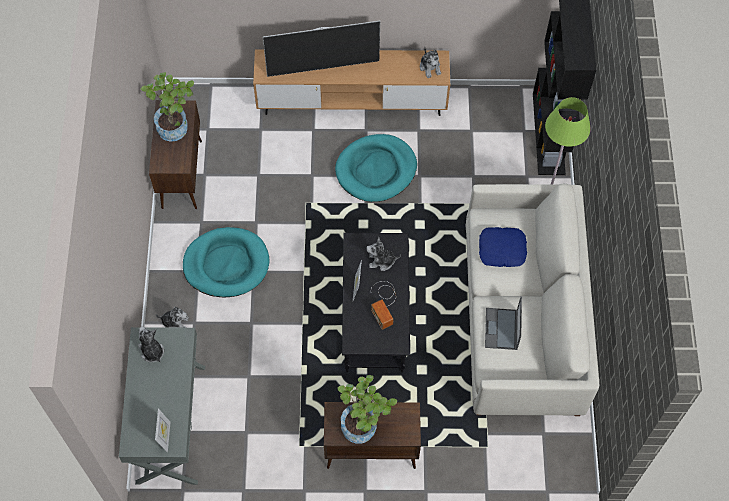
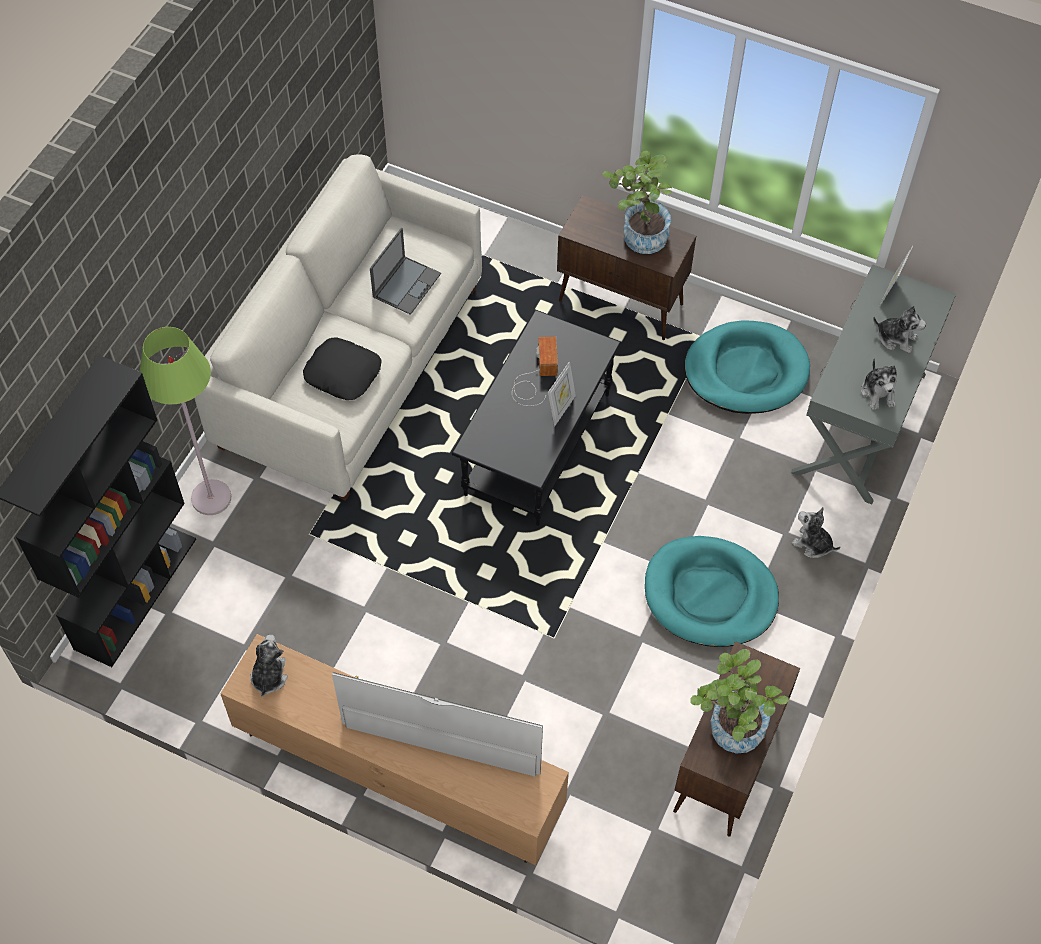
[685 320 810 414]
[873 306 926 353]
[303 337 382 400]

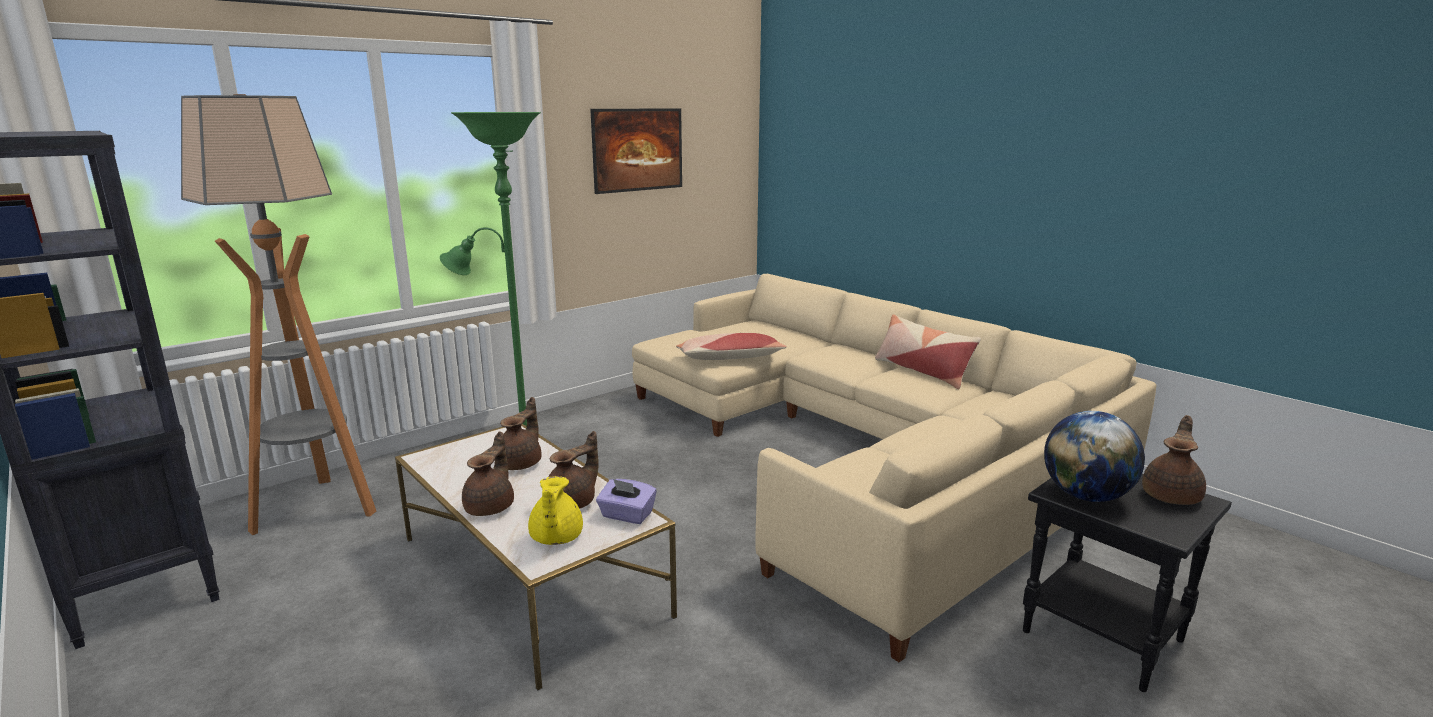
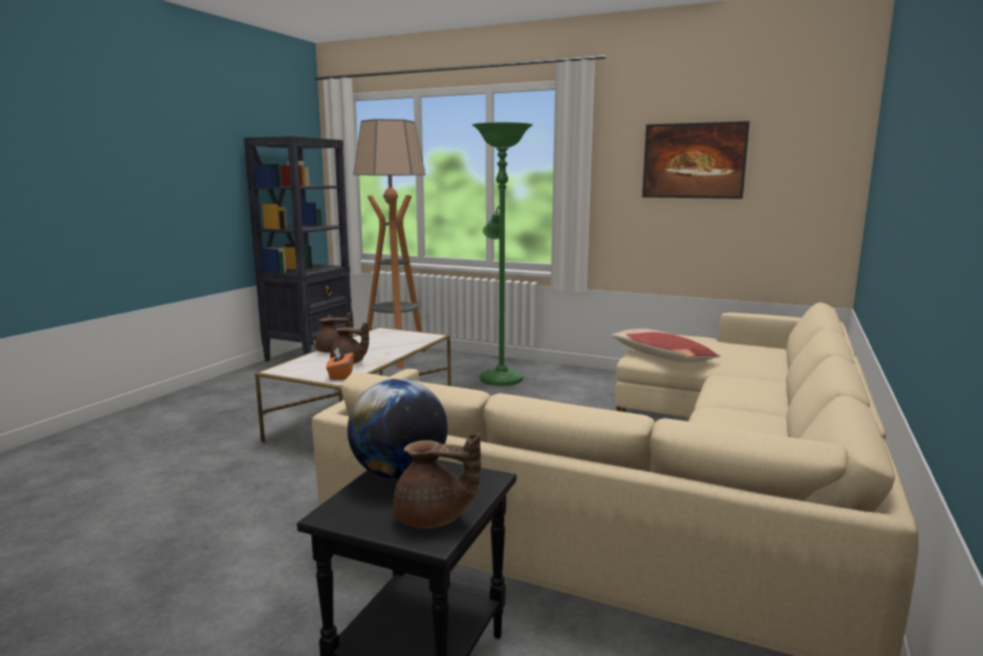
[500 397 542 470] (first image)
[528 476 583 545] (first image)
[875 315 981 389] (first image)
[326 347 354 380]

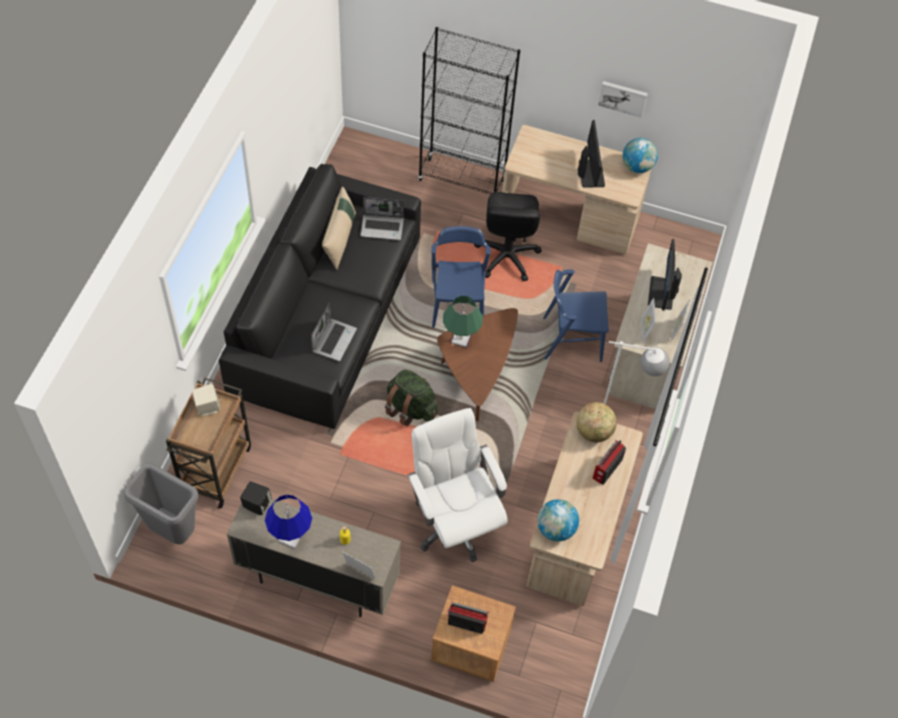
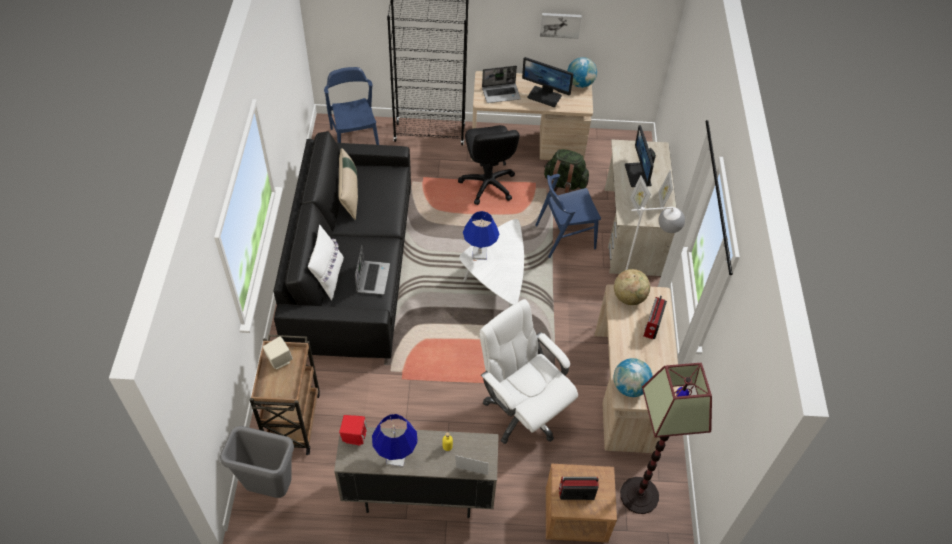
[308 224 344 301]
[620 363 712 514]
[482 66 521 103]
[544 149 589 193]
[324 67 379 145]
[339 415 368 446]
[459 219 524 307]
[463 211 499 260]
[522 57 574 107]

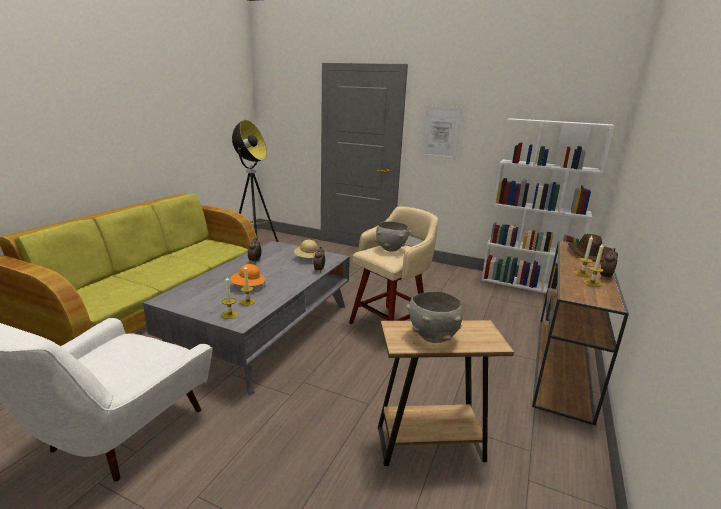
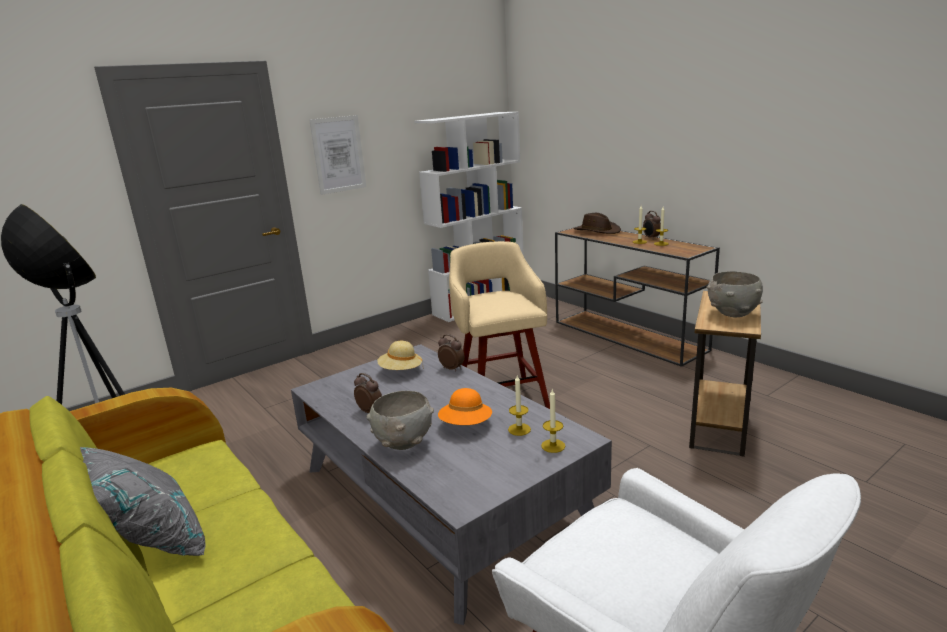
[80 447 206 556]
[366 391 434 450]

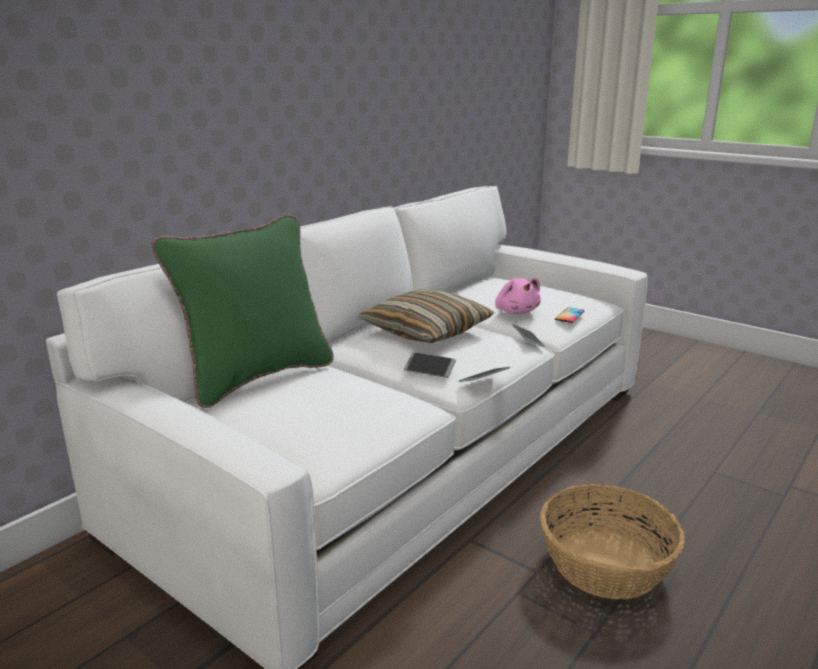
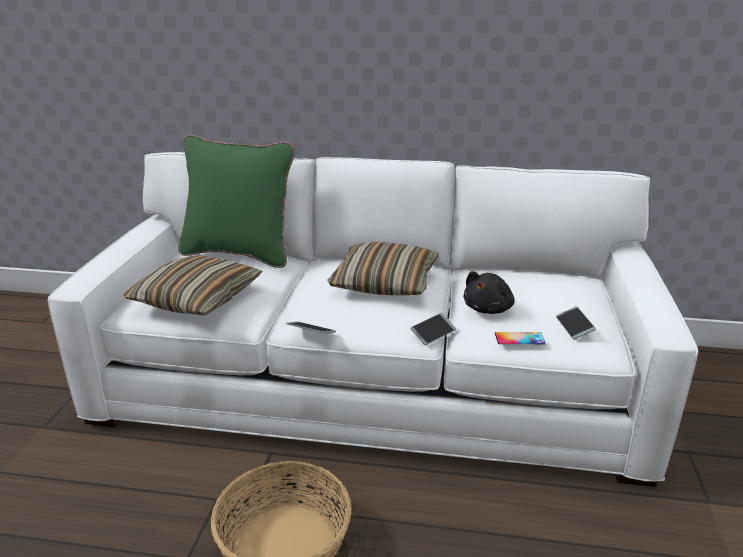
[123 255 263 315]
[556 306 596 339]
[463 271 515 314]

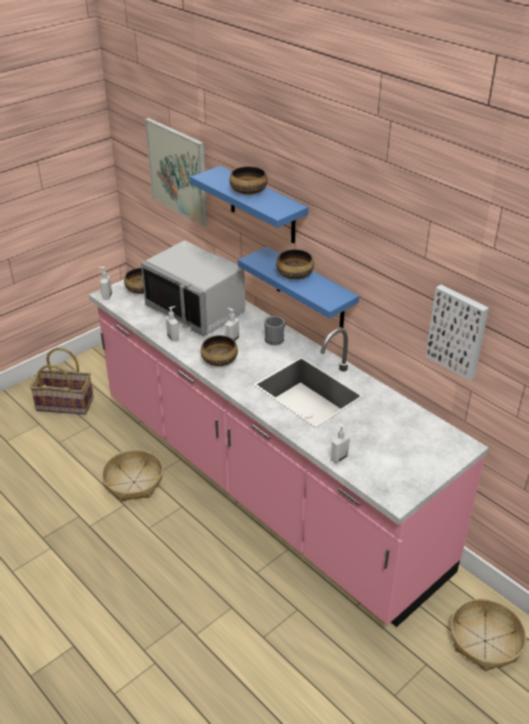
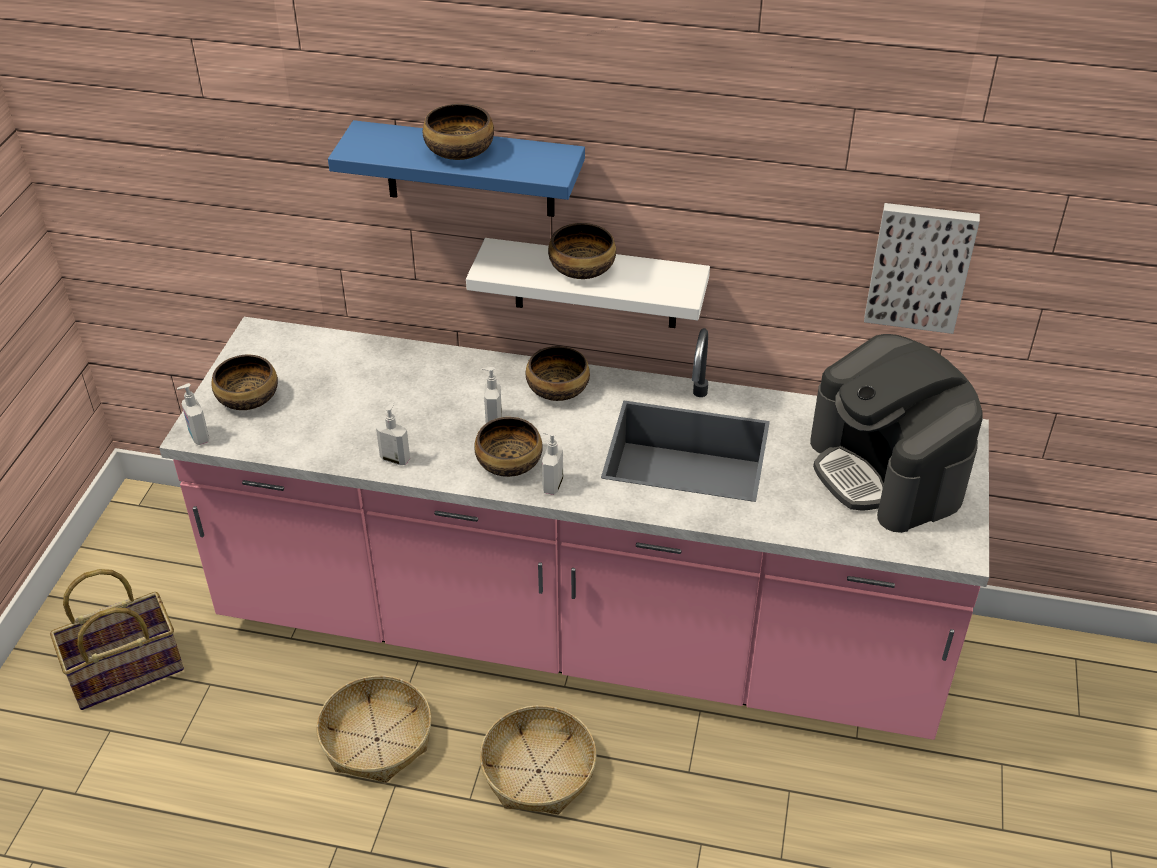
[141 240 245 336] (first image)
[145 118 208 227] (first image)
[810 334 983 533]
[542 431 563 495]
[480 705 597 814]
[526 346 590 401]
[466 238 710 328]

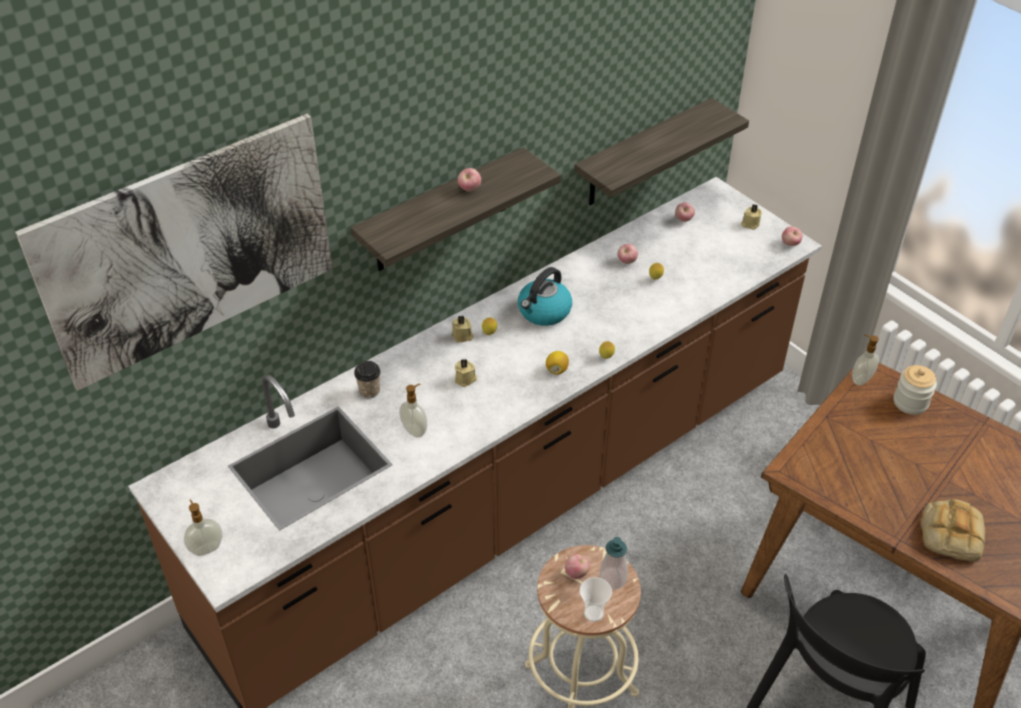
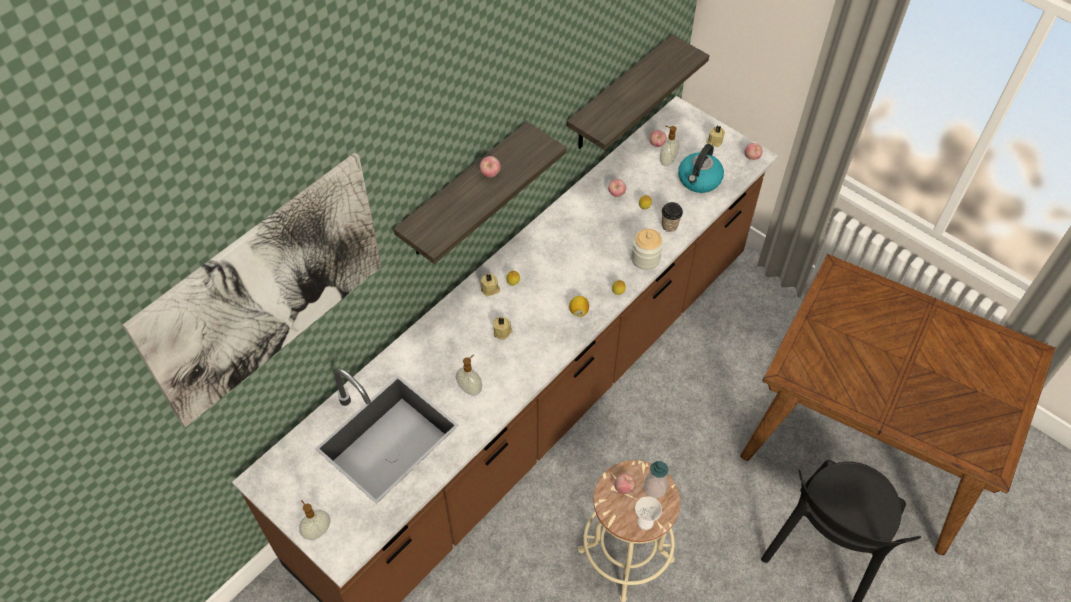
[922 499 985 562] (first image)
[662 202 683 232]
[678 144 724 193]
[660 126 680 166]
[631 229 663 270]

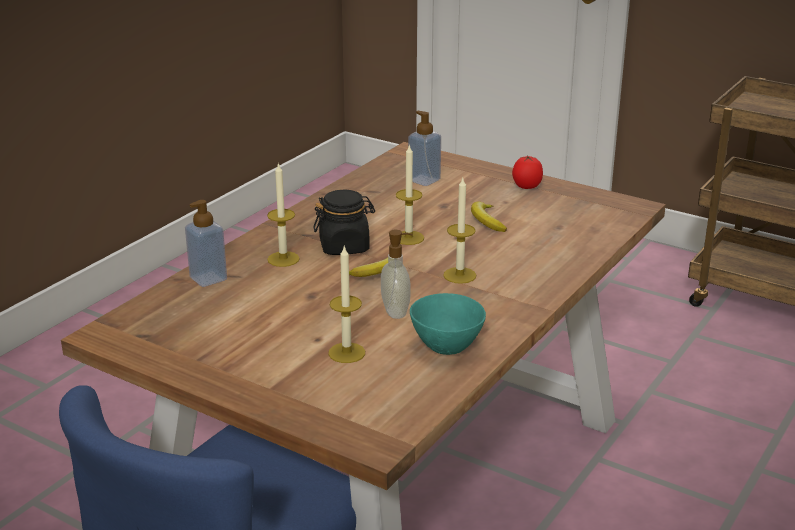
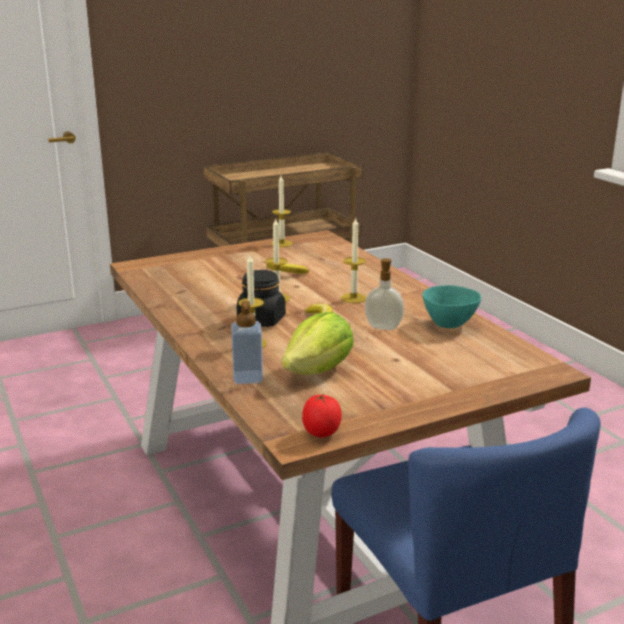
[408 111 441 186] (first image)
[282 312 354 375]
[271 176 293 247]
[302 394 342 437]

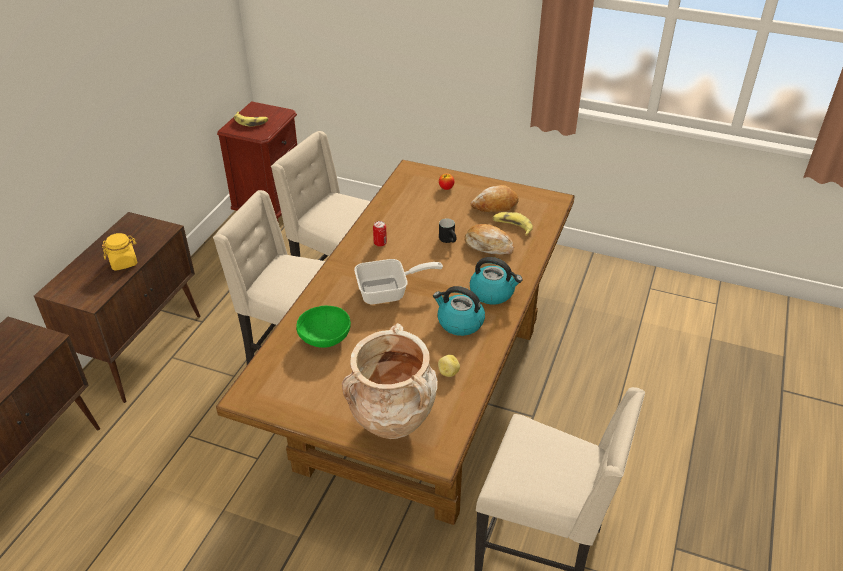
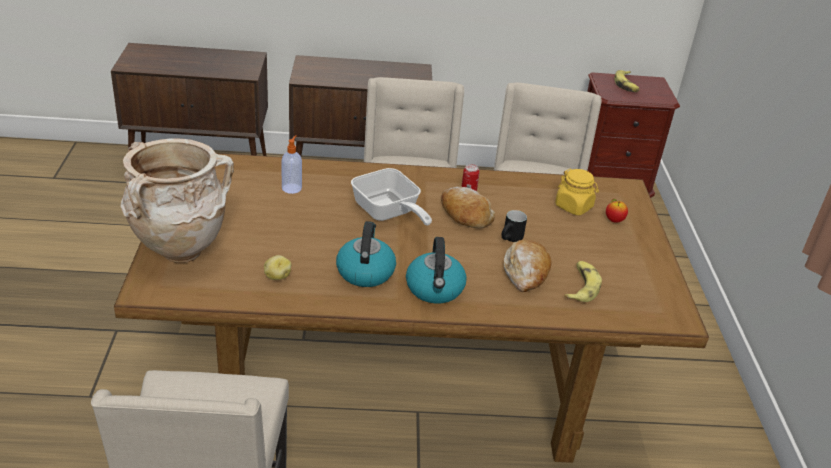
[555 169 599 215]
[441 187 495 228]
[281 135 302 194]

